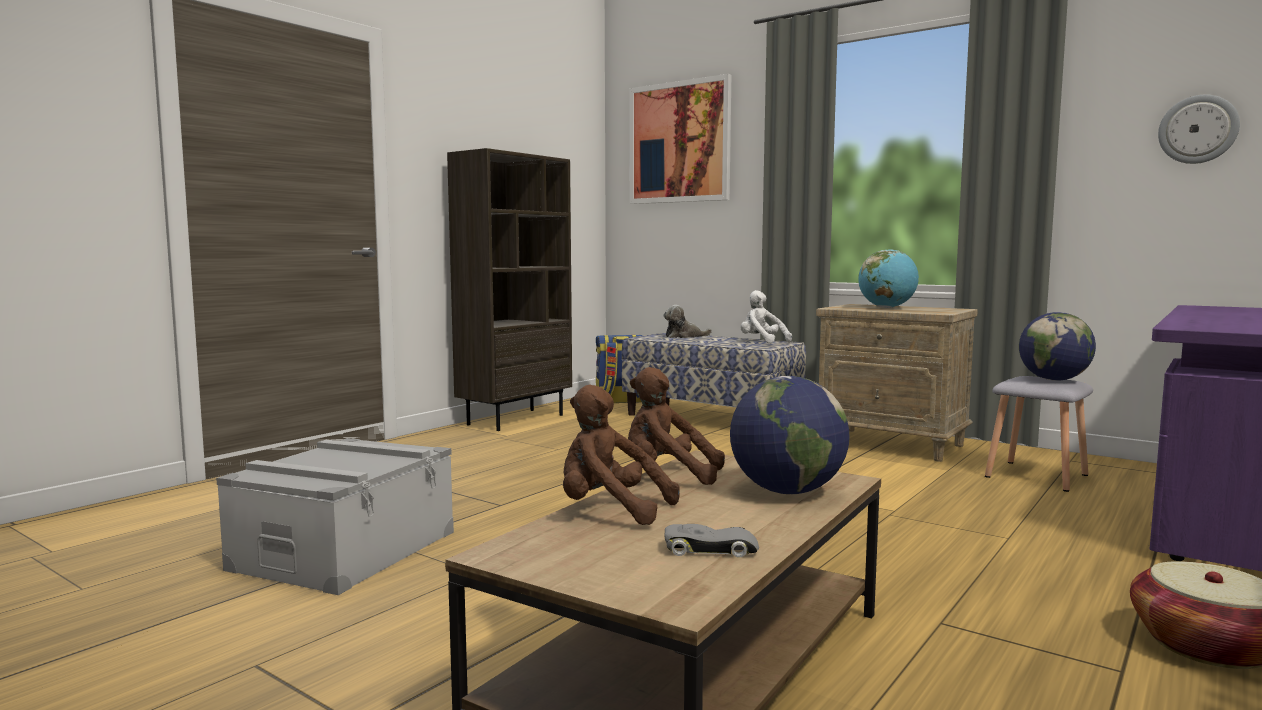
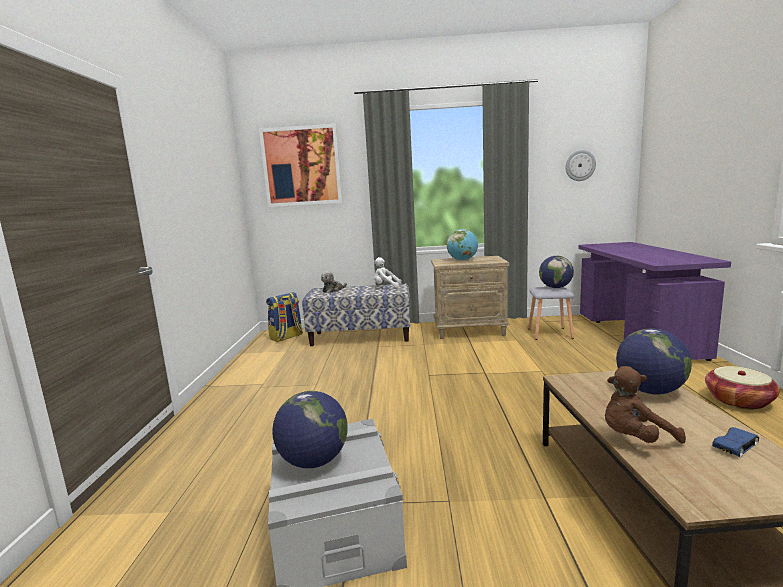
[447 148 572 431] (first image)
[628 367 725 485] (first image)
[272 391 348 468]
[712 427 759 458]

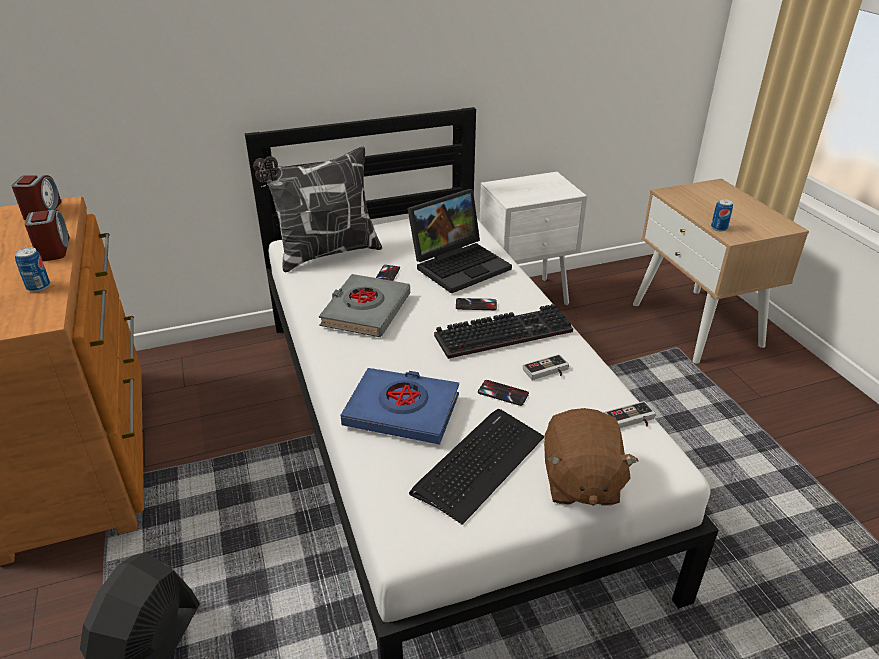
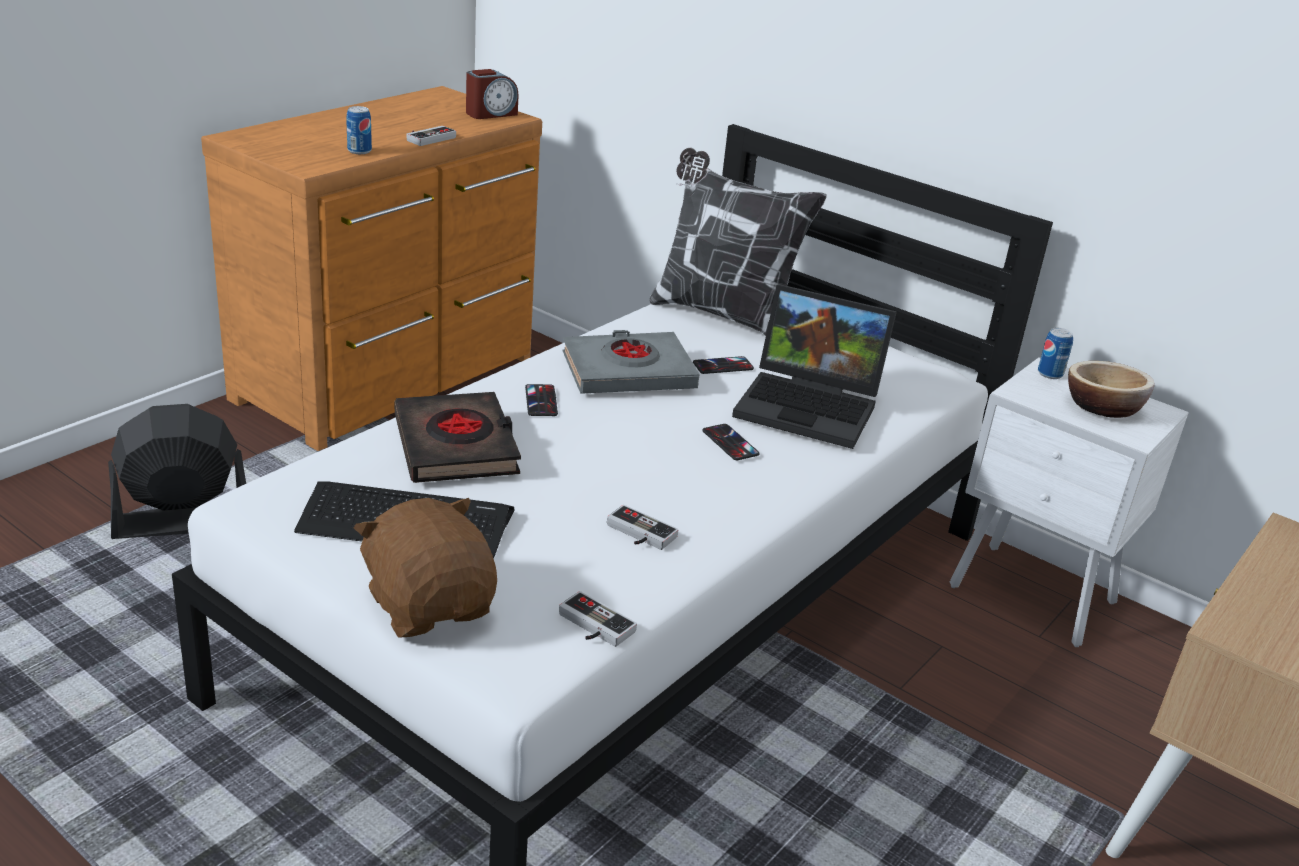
[434 304 573 359] (first image)
[1068 361 1155 418]
[525 384 558 416]
[1038 328 1073 379]
[406 126 456 146]
[395 392 521 483]
[354 498 497 638]

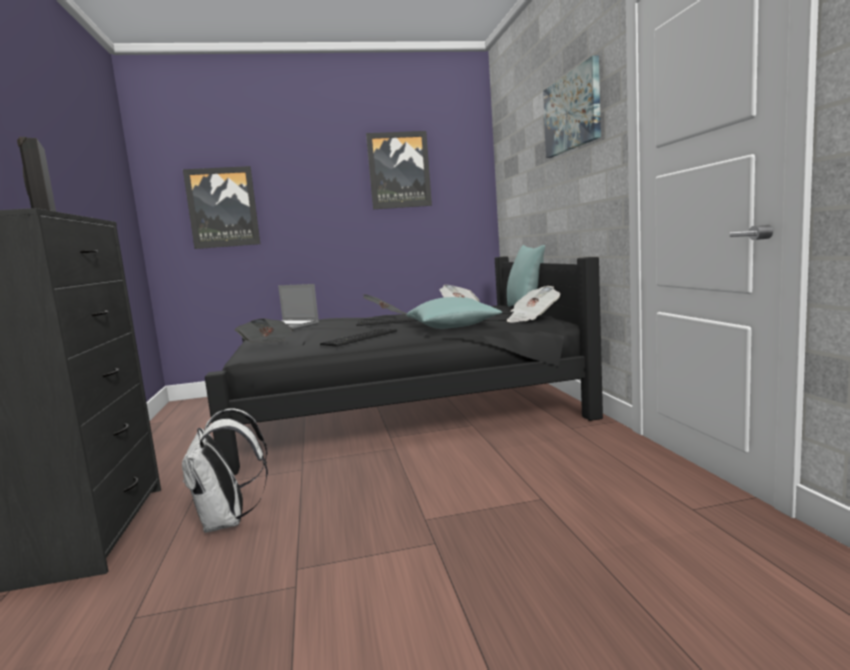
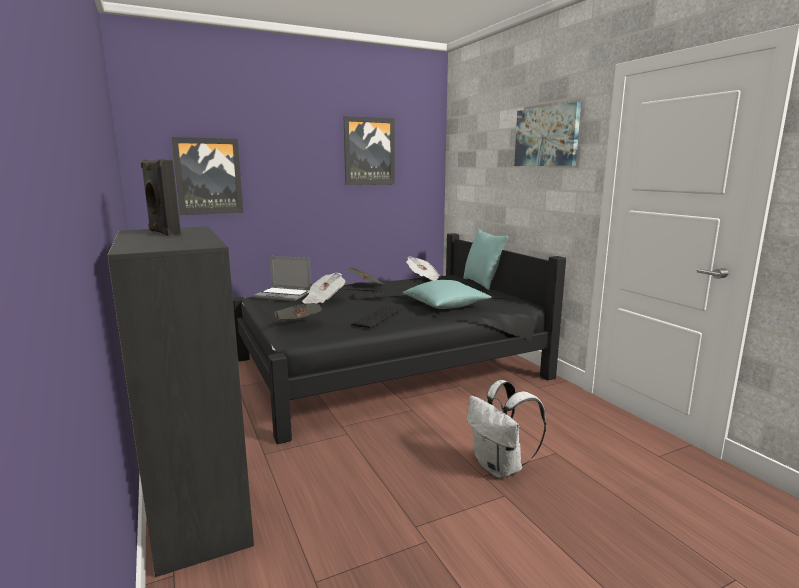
[467 380 546 478]
[302 273 345 304]

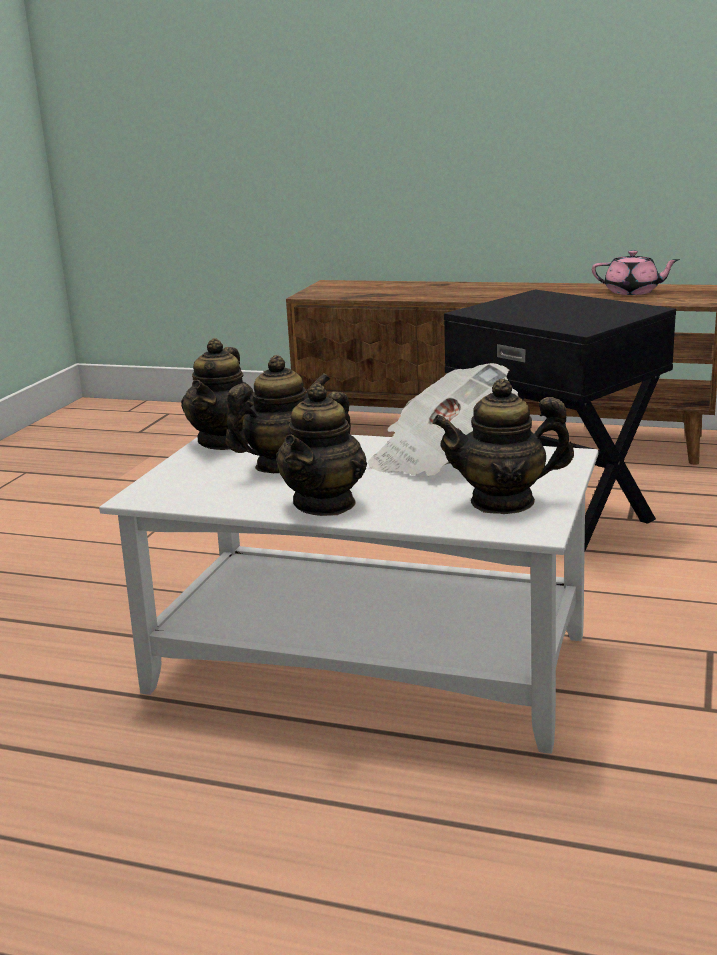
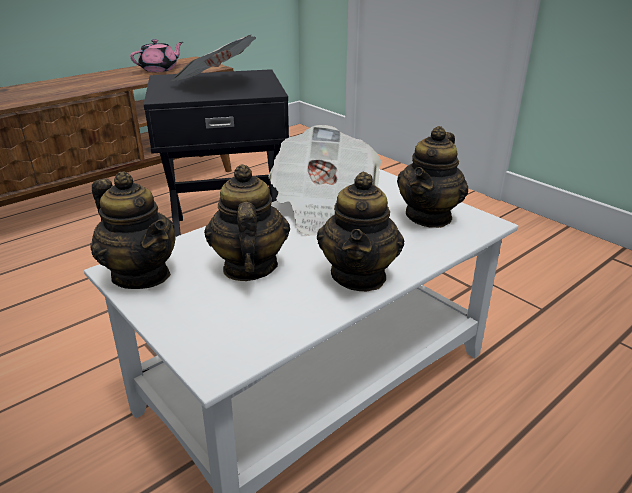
[171 35 256 81]
[317 172 405 291]

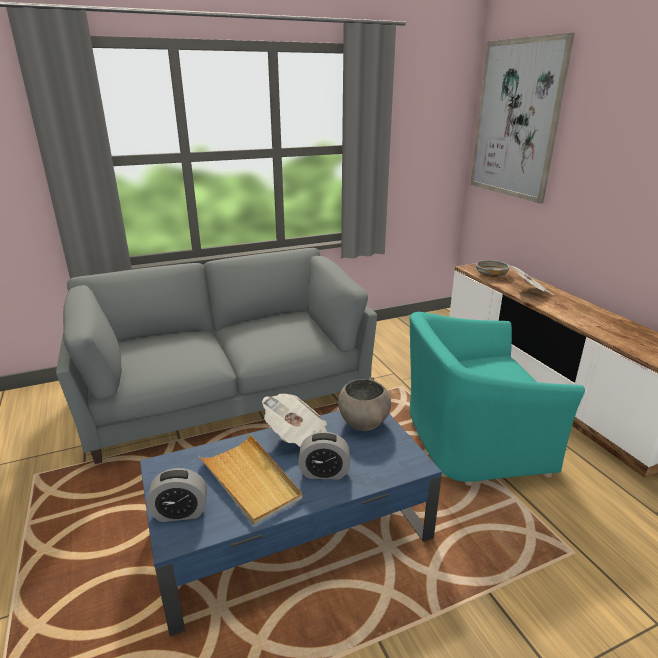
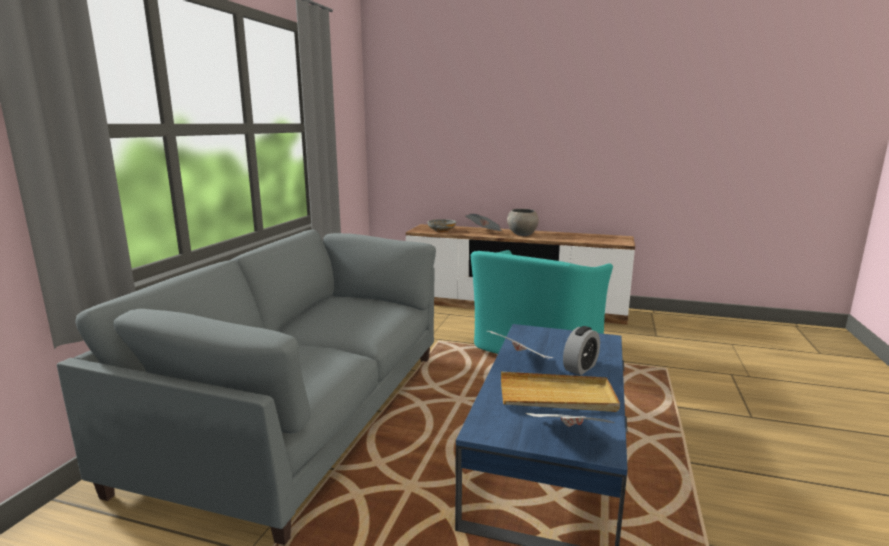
[470 32 575 204] (first image)
[507 209 539 236]
[526 413 614 427]

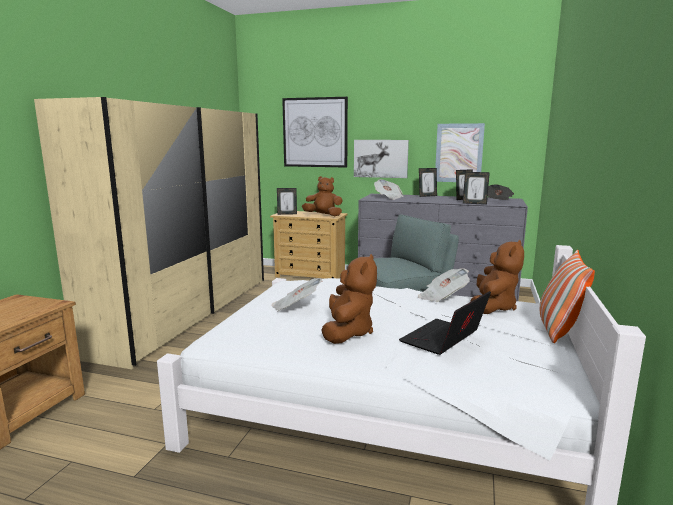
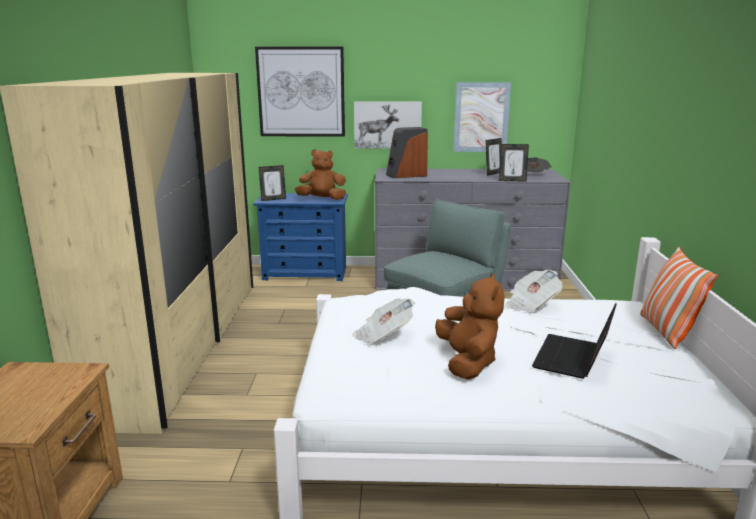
[419 168 437 197] (first image)
[470 240 524 314] (first image)
[386 127 428 178]
[253 193 348 281]

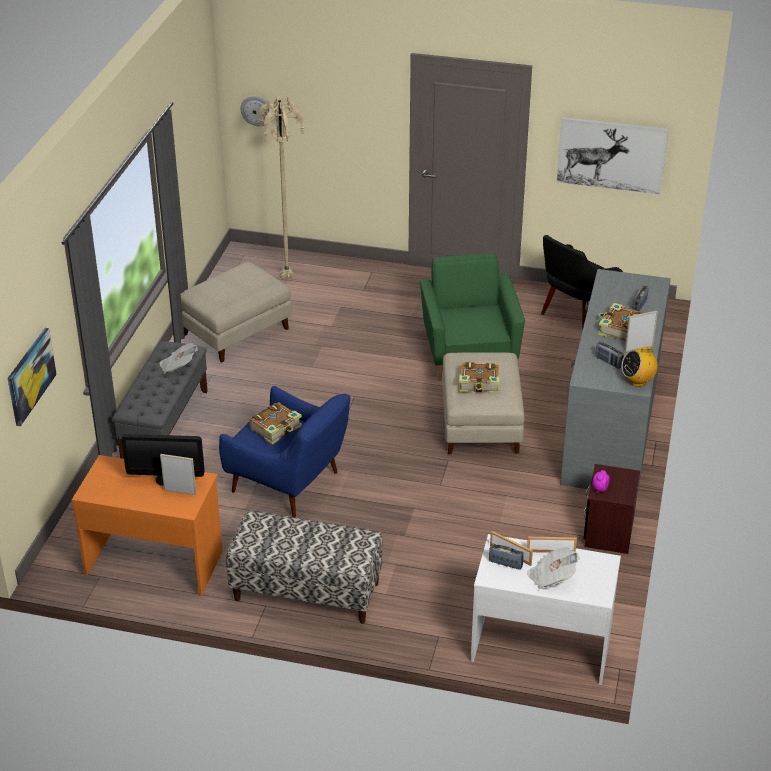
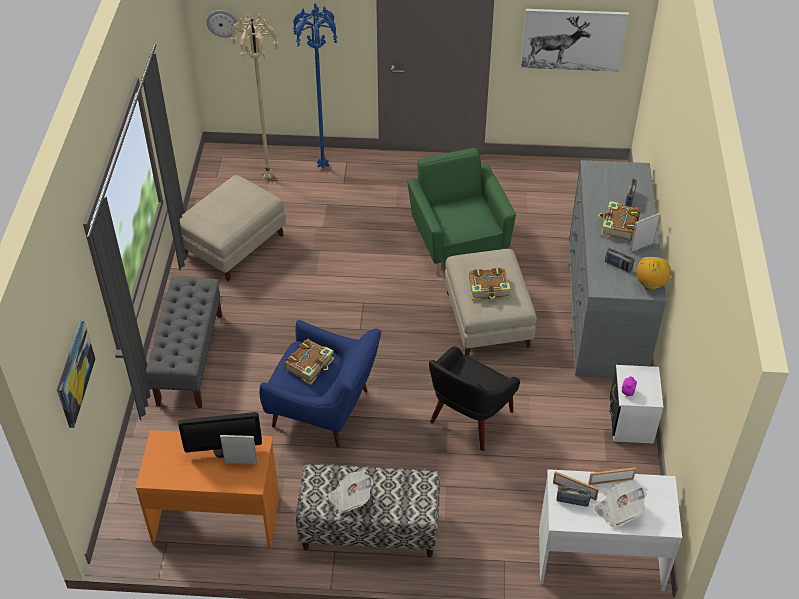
[292 4 338 168]
[328 470 374 513]
[429 346 520 451]
[609 365 663 444]
[636 257 671 290]

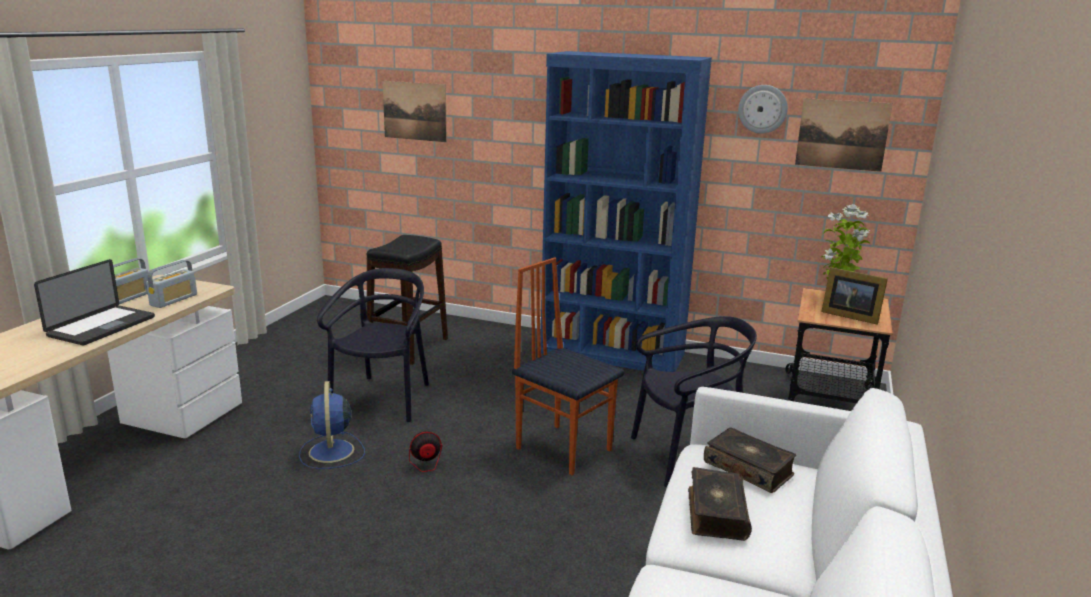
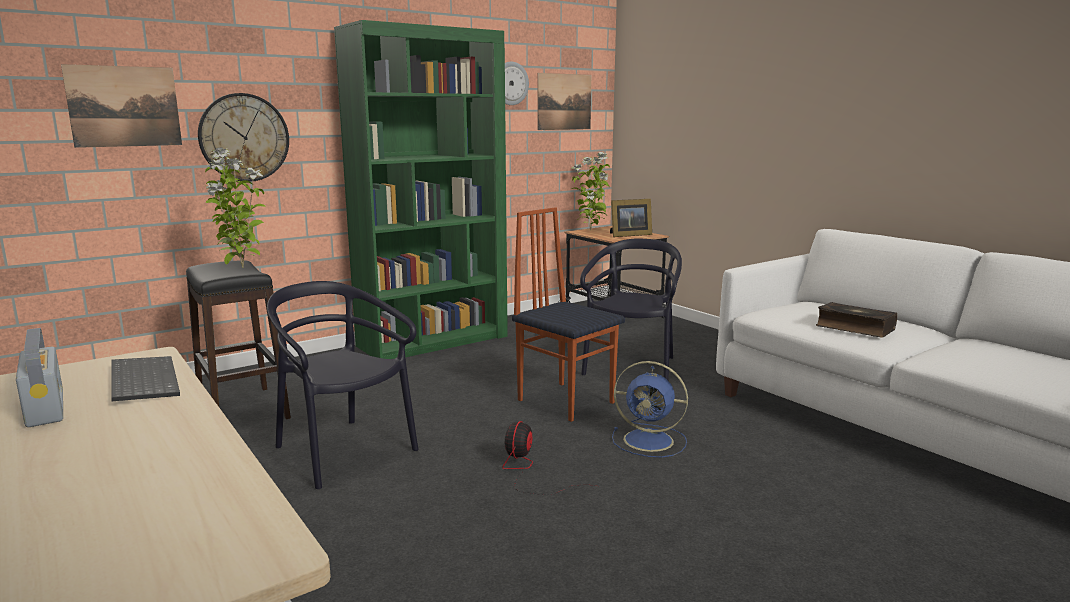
[34 259 155 345] (first image)
[704 427 796 493] (first image)
[198 93 289 182]
[205 148 266 268]
[612 361 688 458]
[111 356 180 401]
[334 20 508 359]
[512 207 625 422]

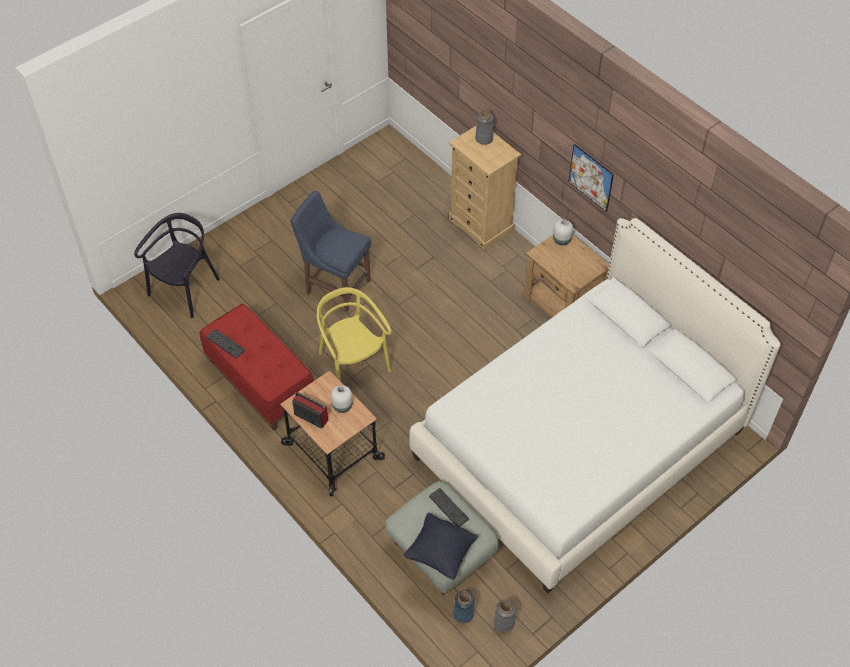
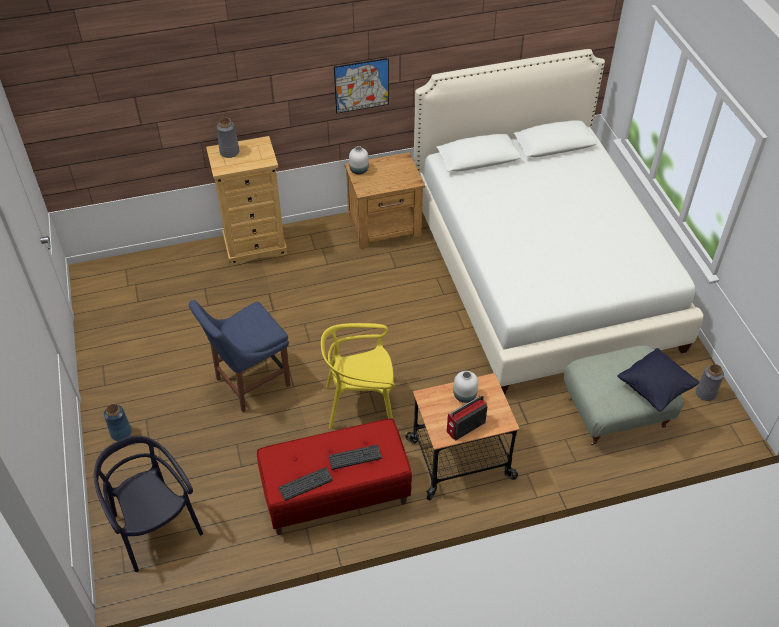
[328 445 382 470]
[104 404 132 441]

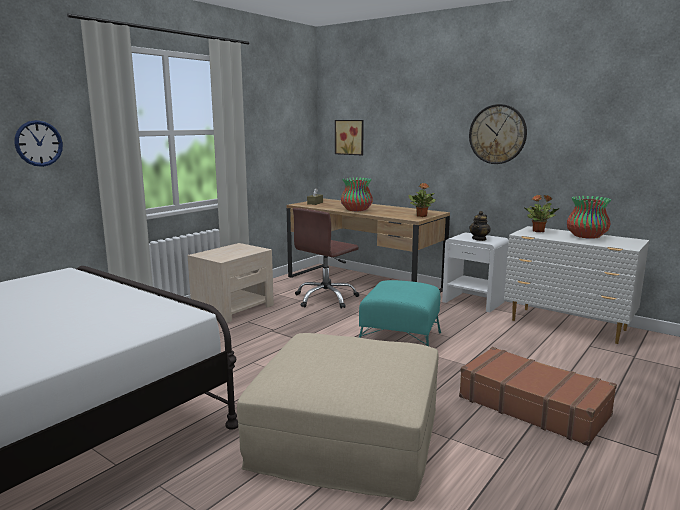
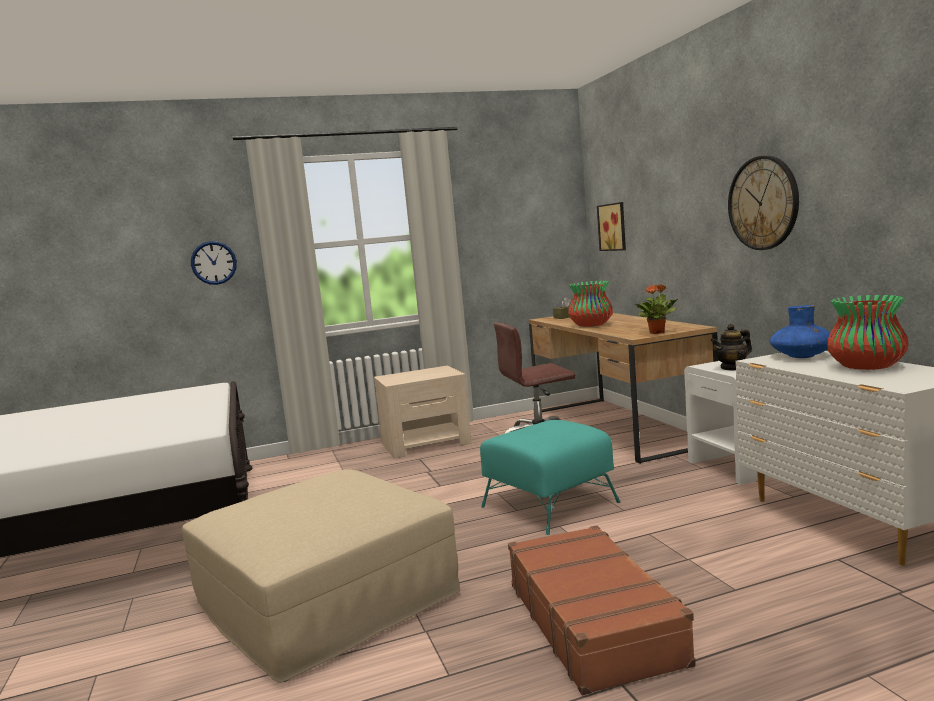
[770 305 830 358]

